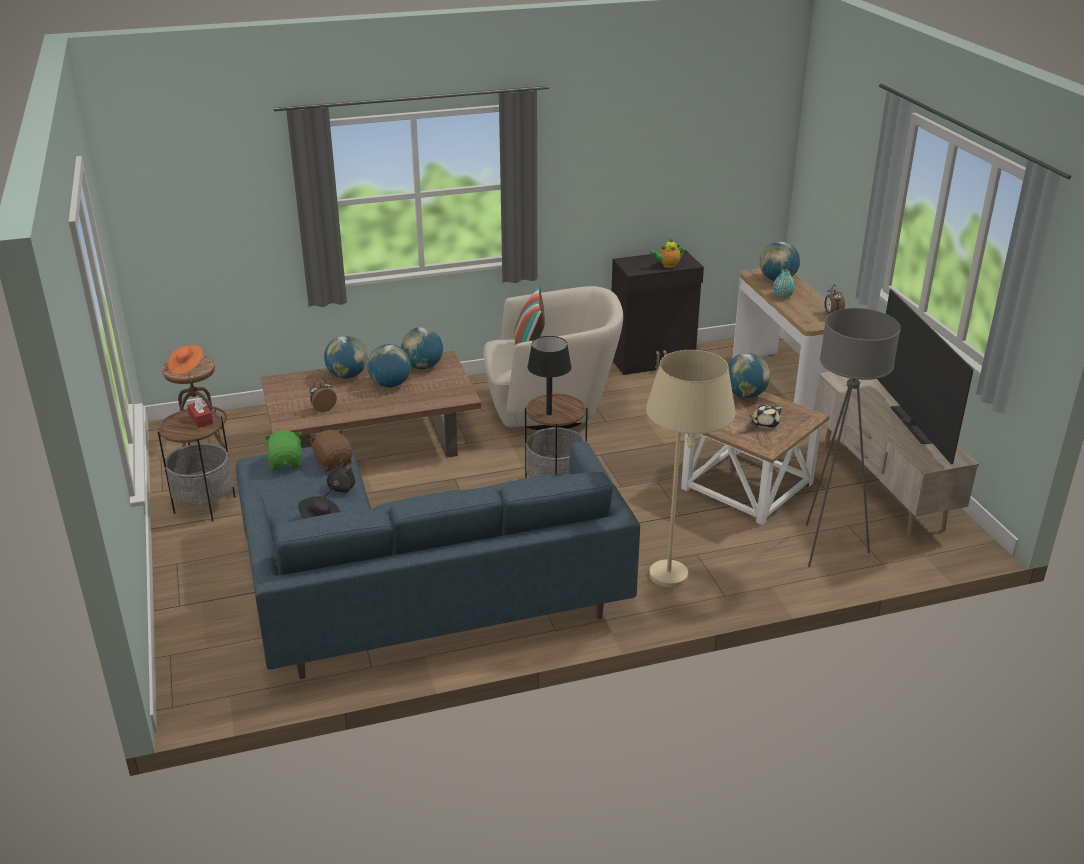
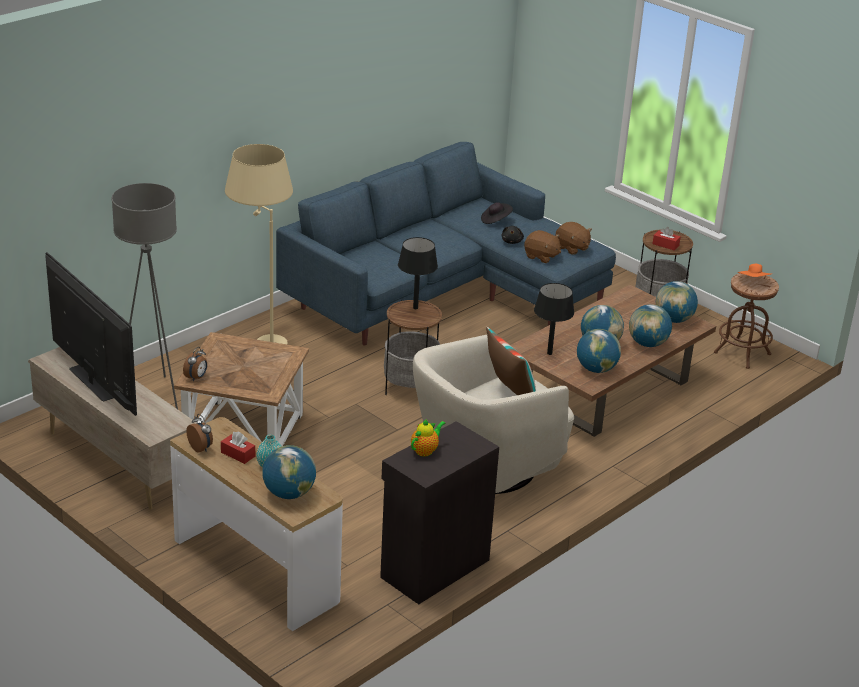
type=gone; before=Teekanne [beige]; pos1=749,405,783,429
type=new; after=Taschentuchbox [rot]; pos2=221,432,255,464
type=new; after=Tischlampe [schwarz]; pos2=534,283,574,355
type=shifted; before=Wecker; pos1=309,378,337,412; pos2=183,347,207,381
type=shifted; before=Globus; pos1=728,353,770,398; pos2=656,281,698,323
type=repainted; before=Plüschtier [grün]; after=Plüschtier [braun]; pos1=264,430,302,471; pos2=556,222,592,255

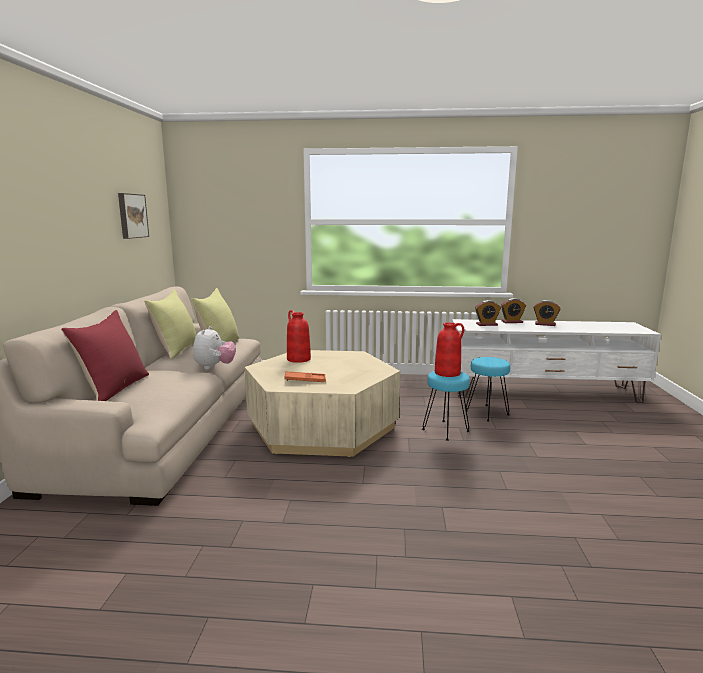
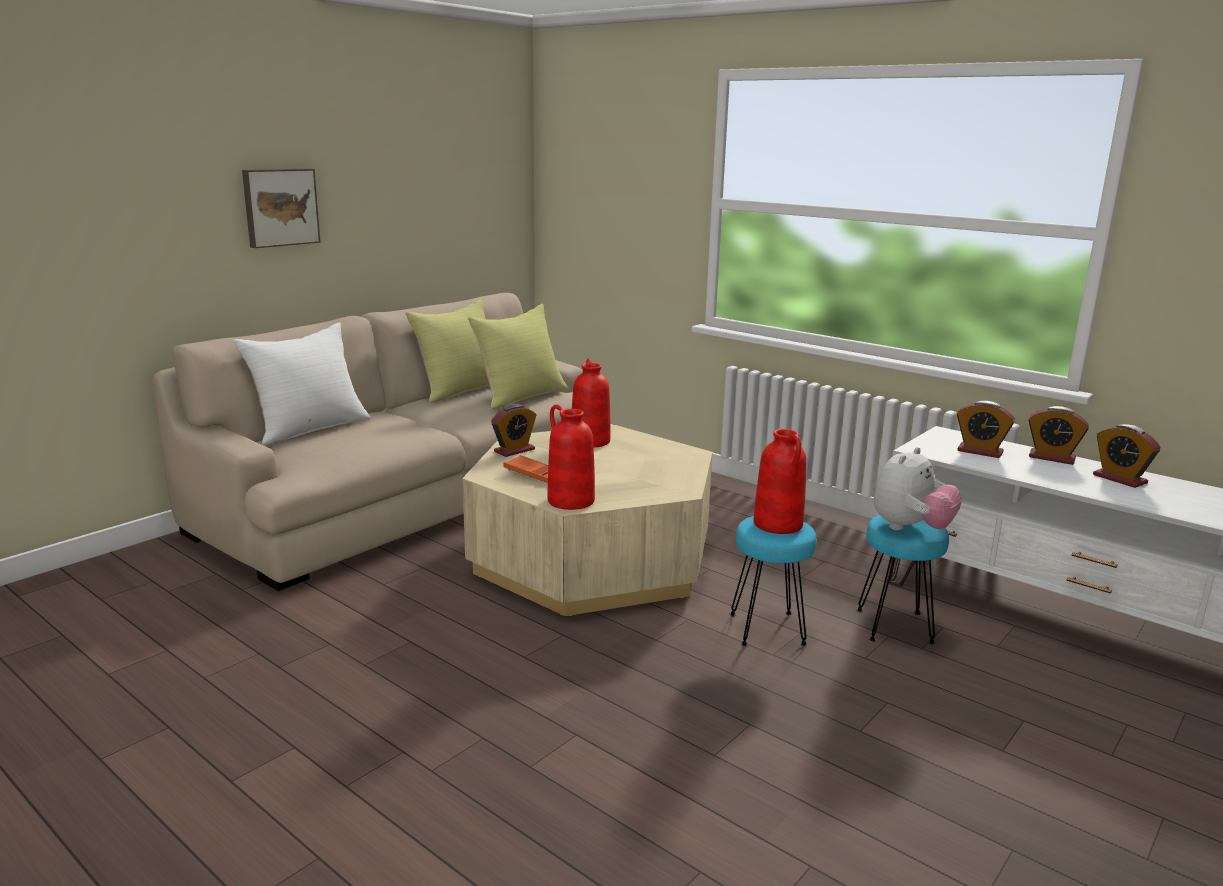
type=new; after=Wecker; pos2=491,404,536,457
type=new; after=Vase [rot]; pos2=548,404,595,510
type=shifted; before=Bild; pos1=118,193,149,239; pos2=242,169,321,248
type=shifted; before=Plüschtier; pos1=193,326,236,369; pos2=874,447,962,530
type=repainted; before=Kissen [rot]; after=Kissen [weiß]; pos1=61,310,149,401; pos2=234,322,371,445

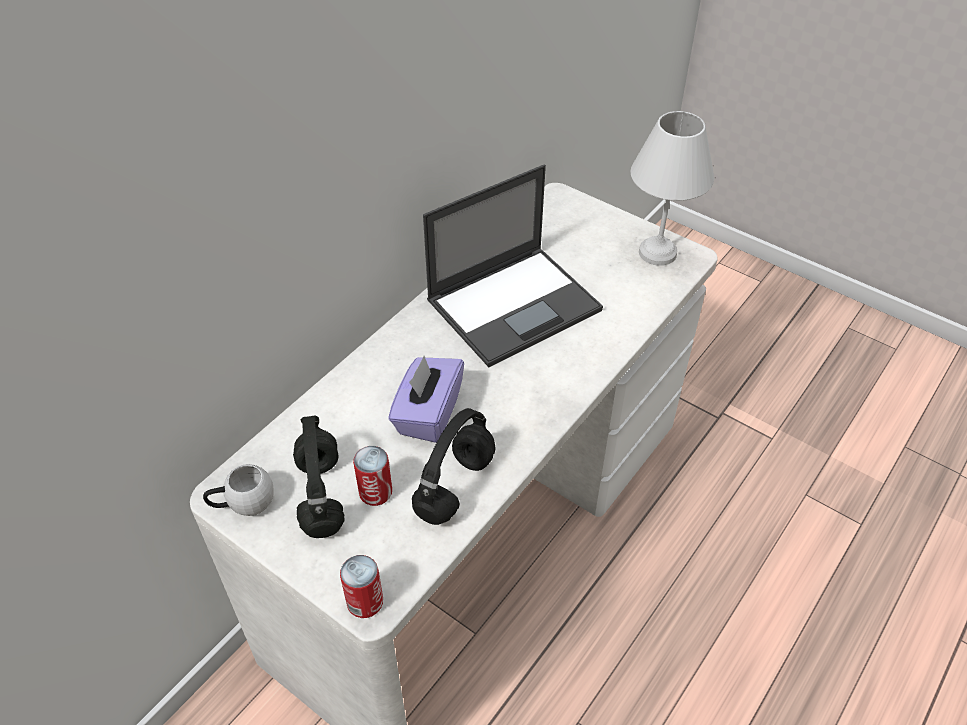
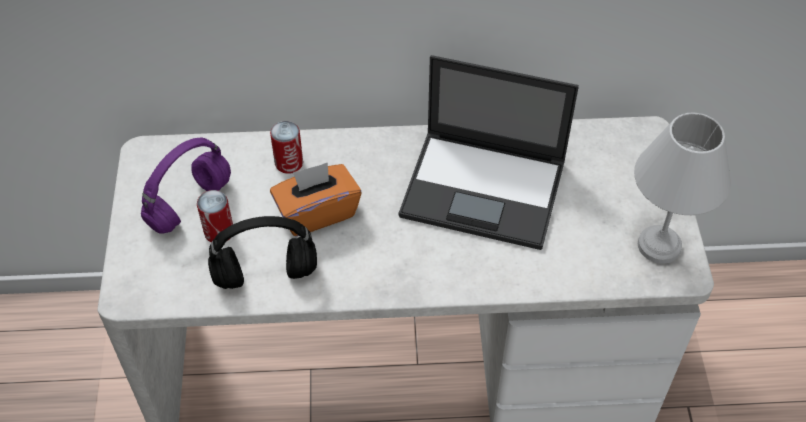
type=gone; before=Henkelbecher [weiß]; pos1=203,464,274,516
type=shifted; before=Dose; pos1=340,555,383,618; pos2=270,121,303,174
type=repainted; before=Kopfhörer [schwarz]; after=Kopfhörer [lila]; pos1=293,415,345,538; pos2=141,138,231,234
type=repainted; before=Taschentuchbox [lila]; after=Taschentuchbox [orange]; pos1=388,356,464,443; pos2=270,162,362,236

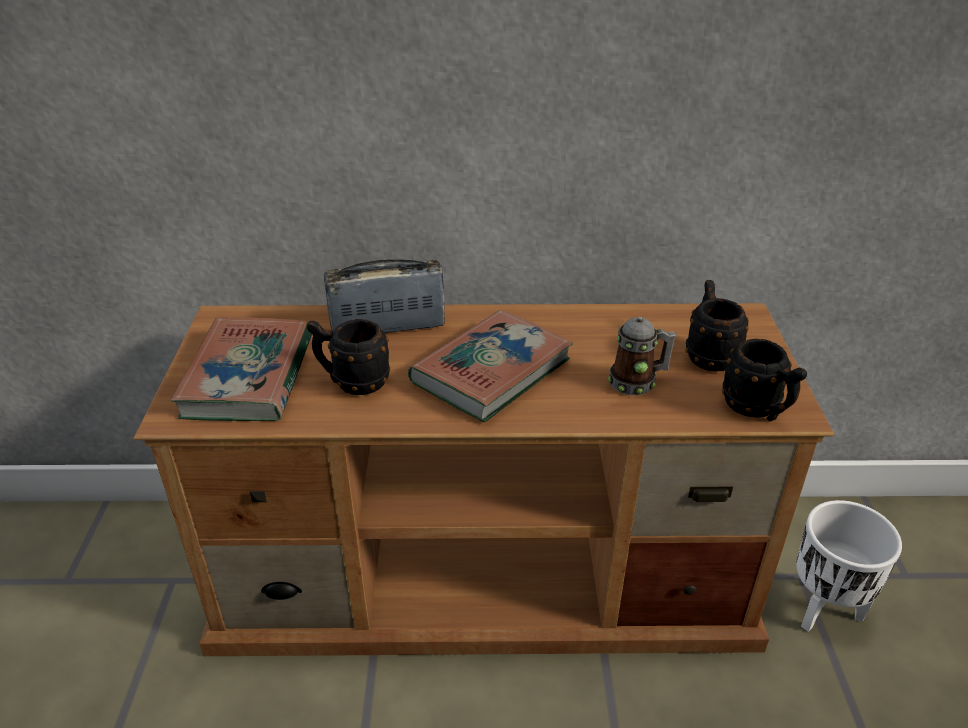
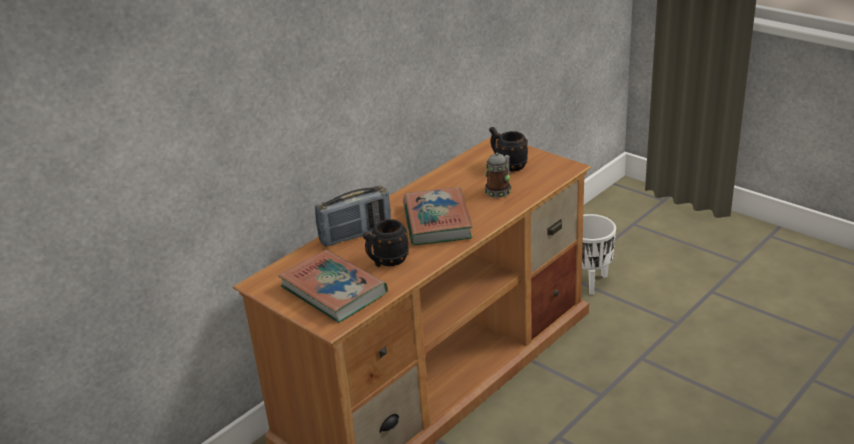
type=gone; before=Henkelbecher [schwarz]; pos1=722,339,807,422
type=rotated; before=Radio; pos1=324,259,445,333; pos2=315,186,391,247; turn=-150

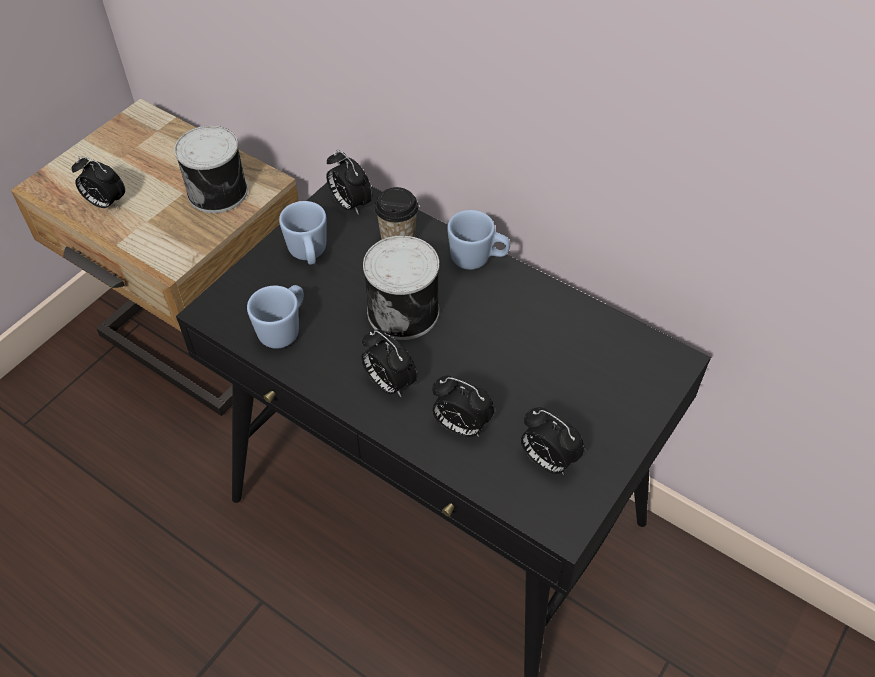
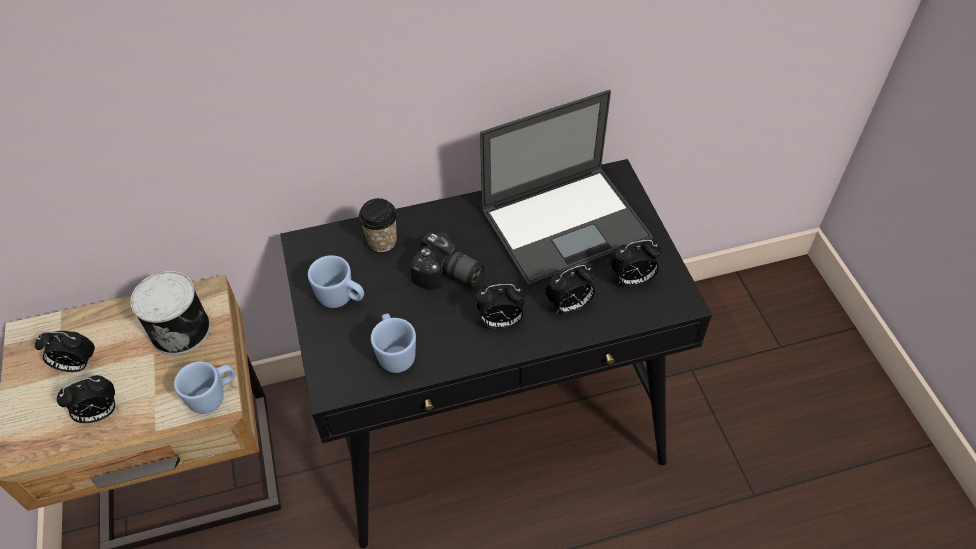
type=new; after=Laptop; pos2=480,90,653,288
type=shifted; before=Wecker; pos1=326,150,372,215; pos2=35,331,95,372
type=shifted; before=Henkelbecher [blau]; pos1=447,210,510,270; pos2=174,361,235,414
type=swapped; before=Dose; after=Kamera; pos1=363,236,439,340; pos2=410,232,484,290

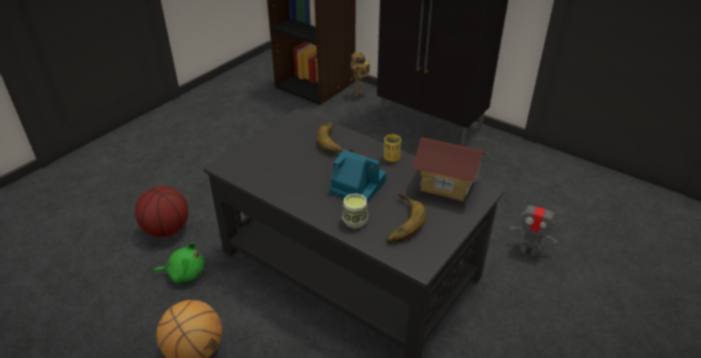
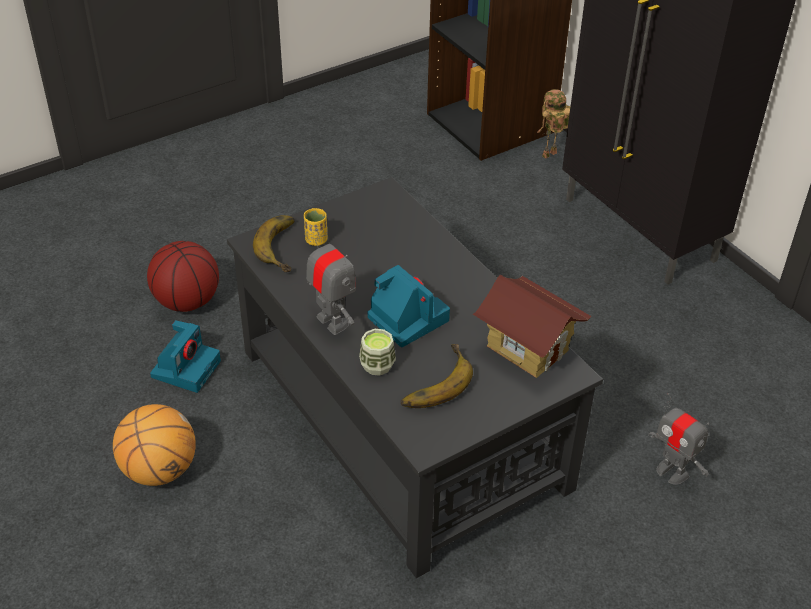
type=new; after=Spielzeugroboter; pos2=306,229,356,335
type=shifted; before=Banane; pos1=317,123,355,153; pos2=253,215,295,272
type=shifted; before=Tasse [gelb]; pos1=384,135,401,162; pos2=304,208,327,246
type=swapped; before=Plüschtier [grün]; after=Kamera; pos1=153,242,205,283; pos2=150,320,221,393

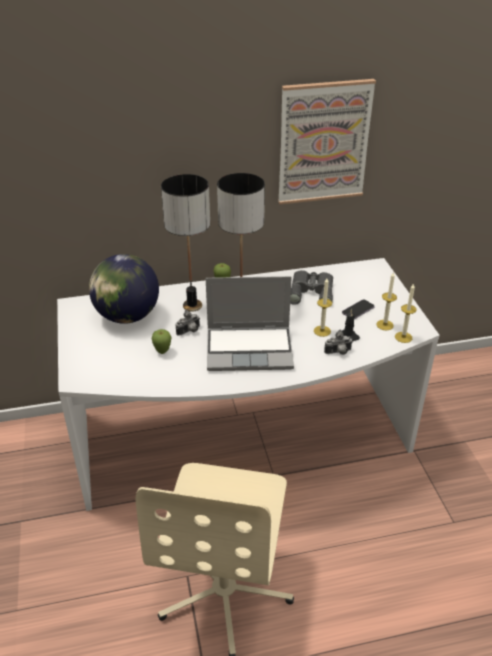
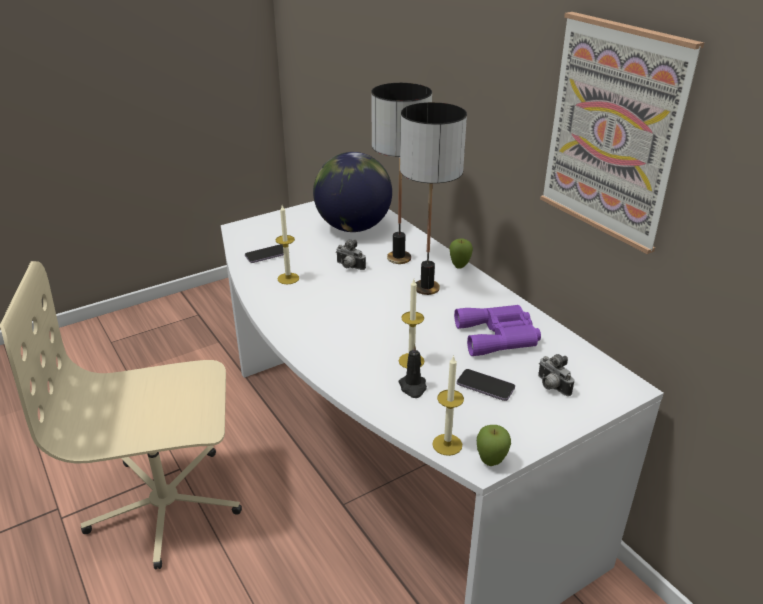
type=gone; before=Laptop; pos1=206,276,294,371
type=new; after=Handy; pos2=245,244,284,263
type=shifted; before=Apfel; pos1=151,329,171,354; pos2=477,425,511,466
type=shifted; before=Kamera; pos1=324,330,353,355; pos2=538,354,574,396
type=shifted; before=Kerze; pos1=377,272,397,330; pos2=276,205,299,284
type=repainted; before=Fernglas [grau]; after=Fernglas [lila]; pos1=290,270,333,305; pos2=454,305,541,356

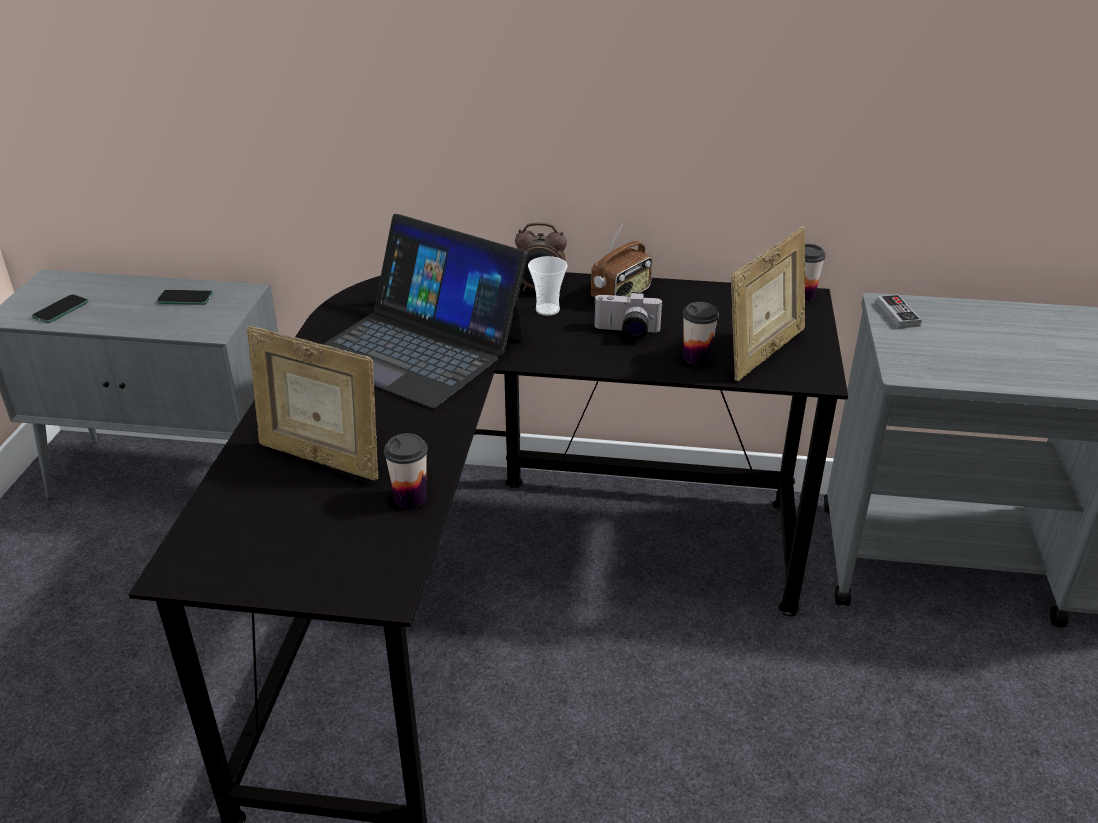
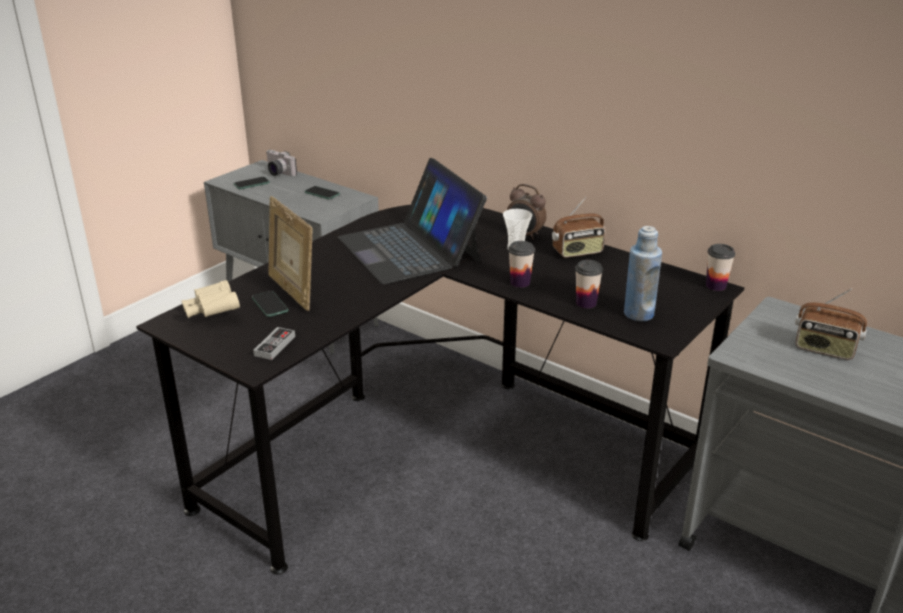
type=new; after=Fernglas [beige]; pos2=181,280,240,318
type=new; after=Handy; pos2=252,291,289,317
type=new; after=Radio; pos2=795,288,867,360
type=shifted; before=Tasse; pos1=384,433,428,508; pos2=508,241,535,288
type=shifted; before=Kamera; pos1=594,292,663,340; pos2=267,150,297,176
type=shifted; before=Gamepad; pos1=876,294,922,329; pos2=253,327,295,360
type=swapped; before=Bilderrahmen; after=Flasche [blau]; pos1=731,226,805,381; pos2=624,226,662,321

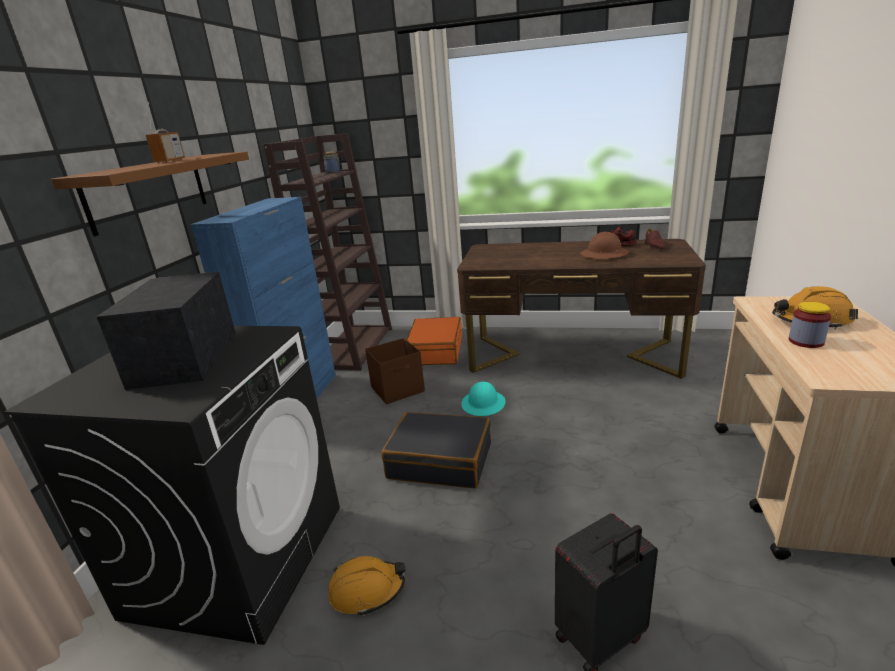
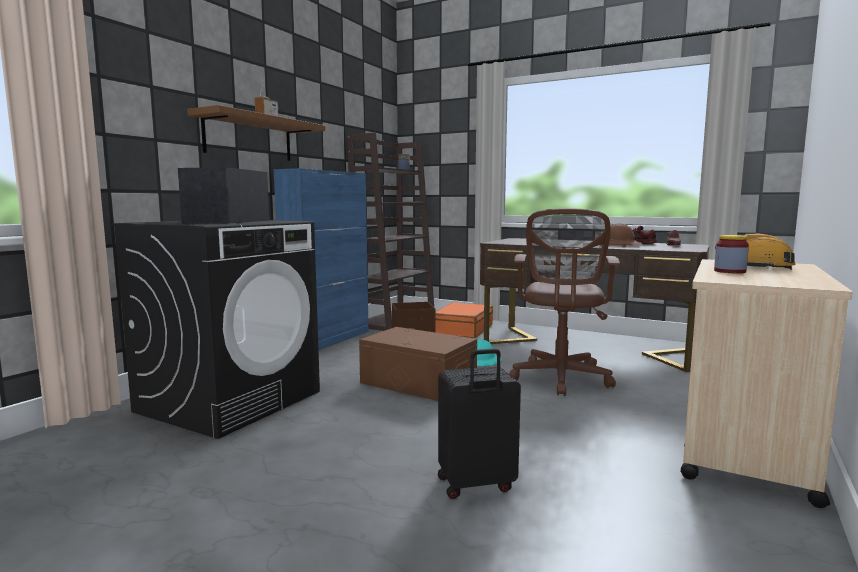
type=gone; before=Schutzhelm [orange]; pos1=328,556,405,616
type=new; after=Bürostuhl [braun]; pos2=509,208,620,396
type=swapped; before=Koffer [schwarz]; after=Aufbewahrungsbox [braun]; pos1=381,412,491,488; pos2=359,327,477,401

